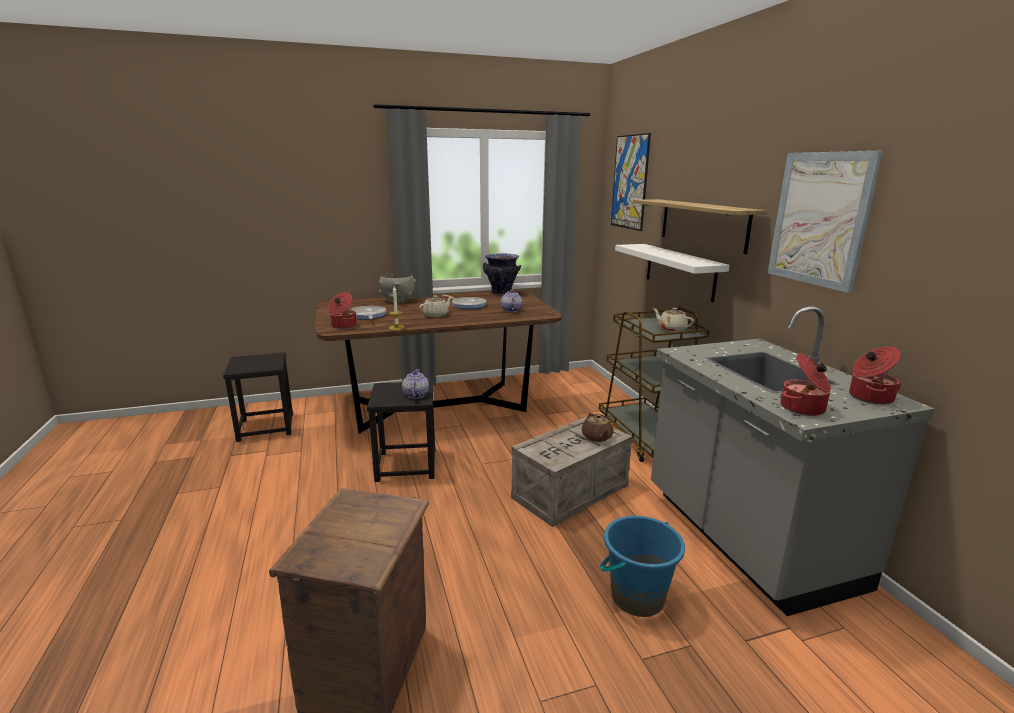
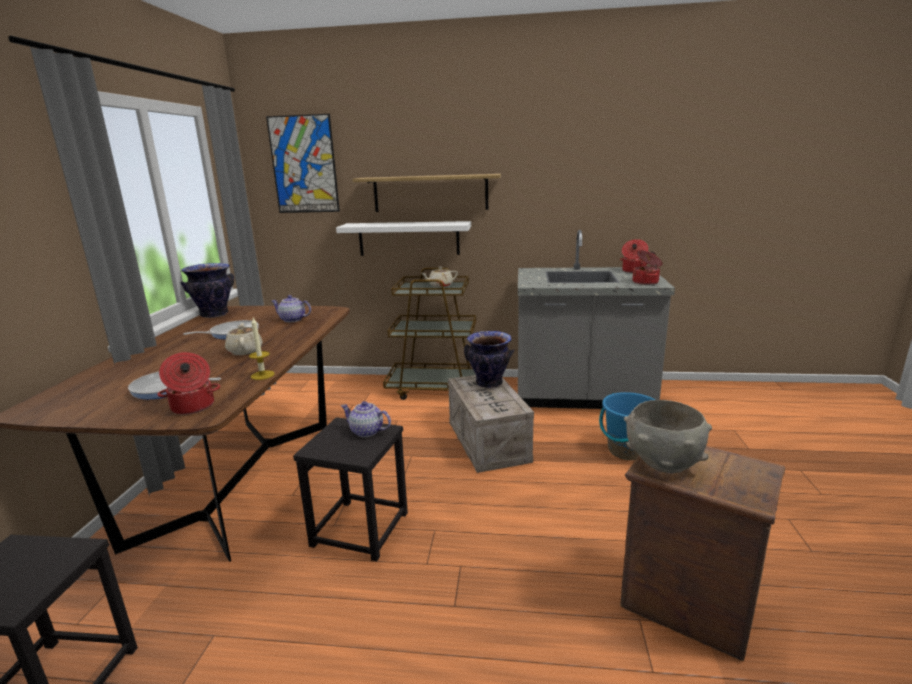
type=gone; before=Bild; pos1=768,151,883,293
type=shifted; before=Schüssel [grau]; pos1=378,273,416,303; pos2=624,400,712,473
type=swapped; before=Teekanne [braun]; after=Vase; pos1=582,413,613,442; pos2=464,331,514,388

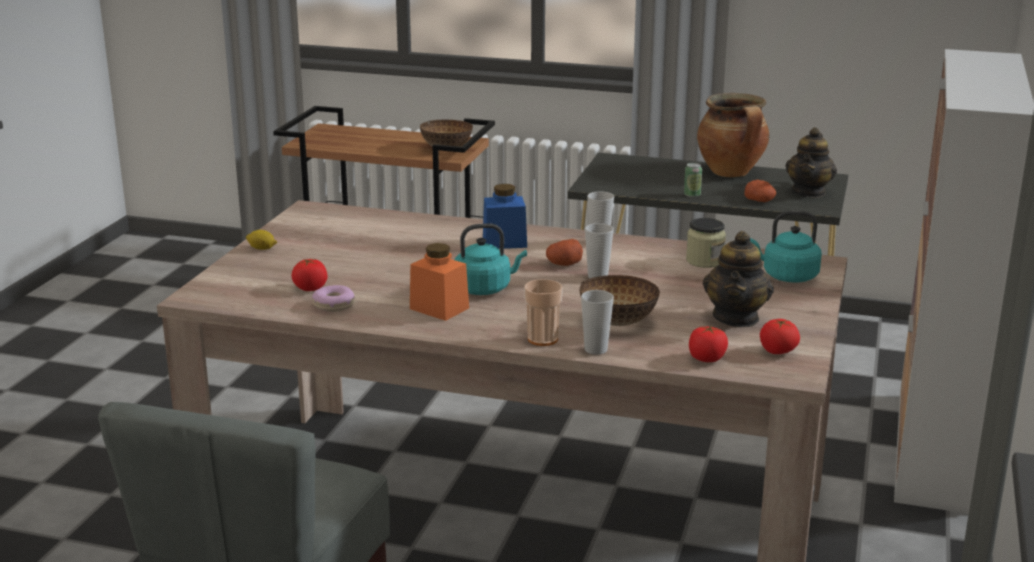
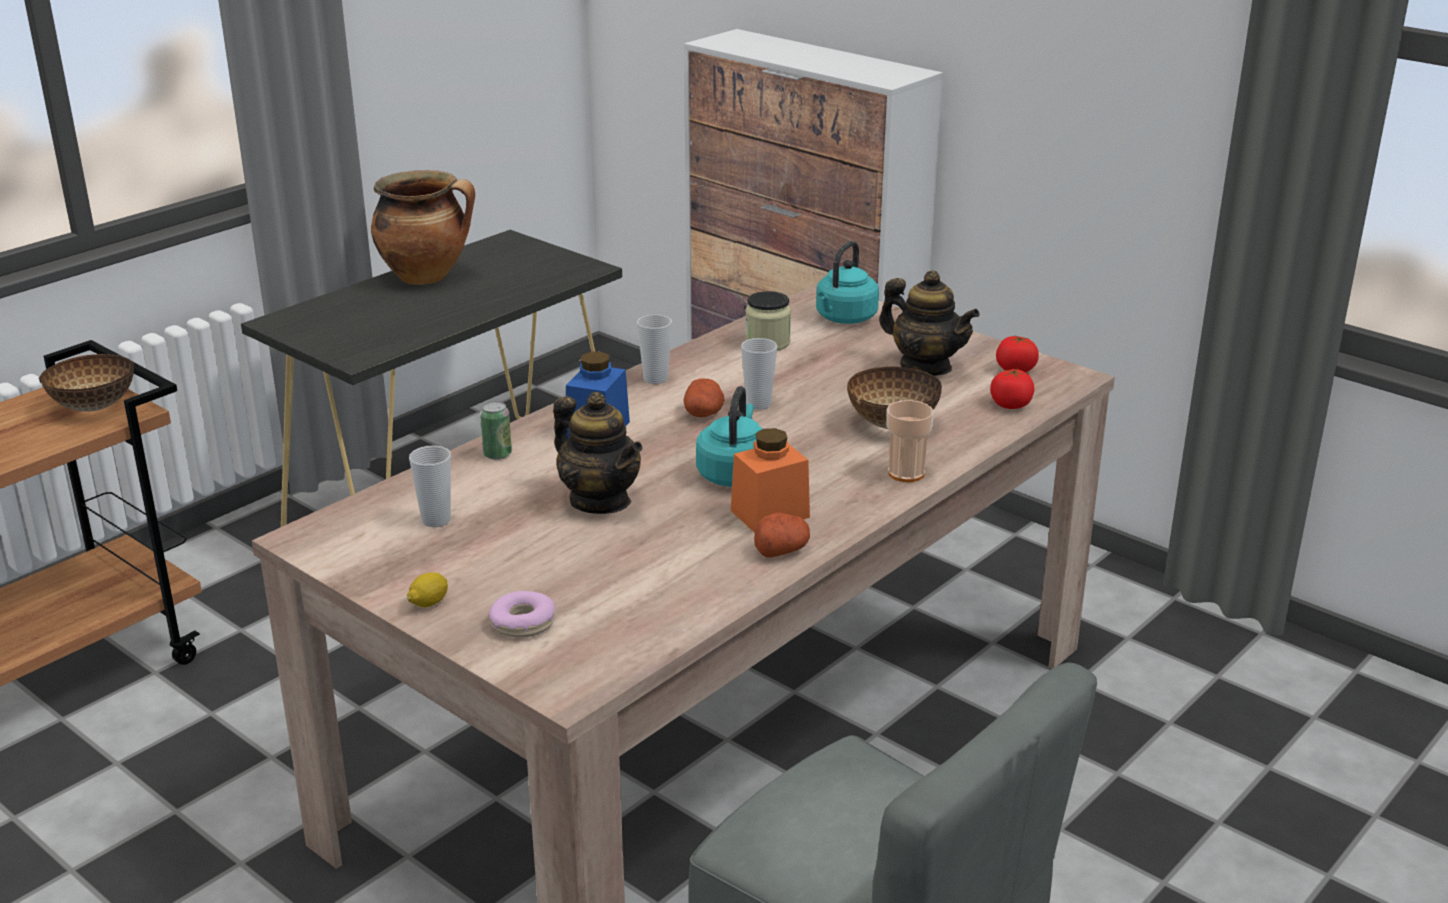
type=gone; before=Tomate; pos1=291,259,328,291
type=shifted; before=Donut; pos1=312,285,355,312; pos2=488,591,555,638
type=shifted; before=Tasse; pos1=581,290,614,355; pos2=409,445,451,527
type=shifted; before=Dose; pos1=684,163,702,198; pos2=480,401,512,460
type=shifted; before=Kartoffel; pos1=744,180,776,202; pos2=754,512,810,558
type=shifted; before=Teekanne; pos1=785,127,837,198; pos2=553,392,642,514

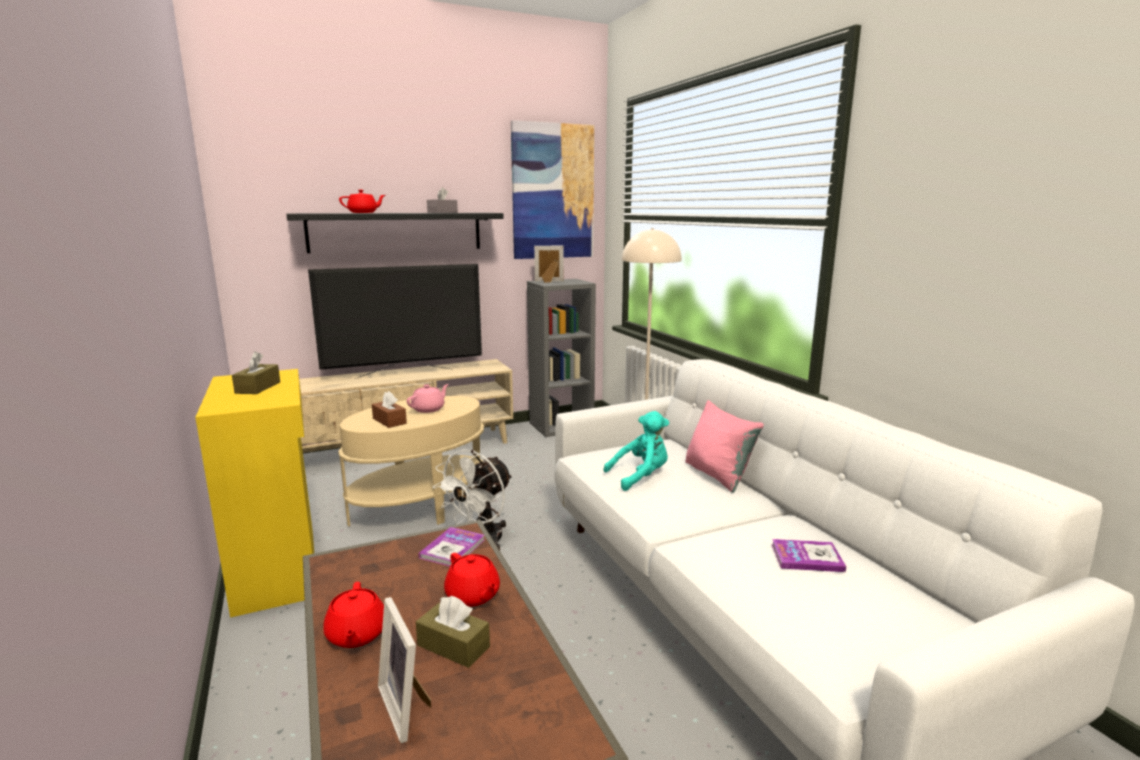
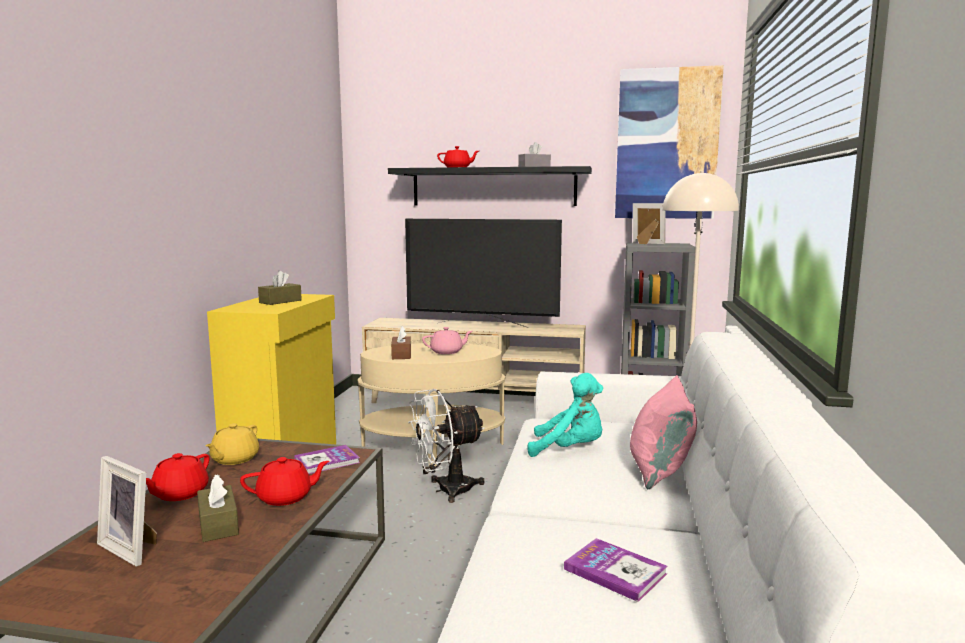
type=new; after=Teekanne [gelb]; pos2=205,423,259,465
type=rotated; before=Bilderrahmen; pos1=378,597,431,743; pos2=97,456,157,566; turn=-60
type=rotated; before=Teekanne [rot]; pos1=444,553,500,607; pos2=240,457,330,506; turn=-105

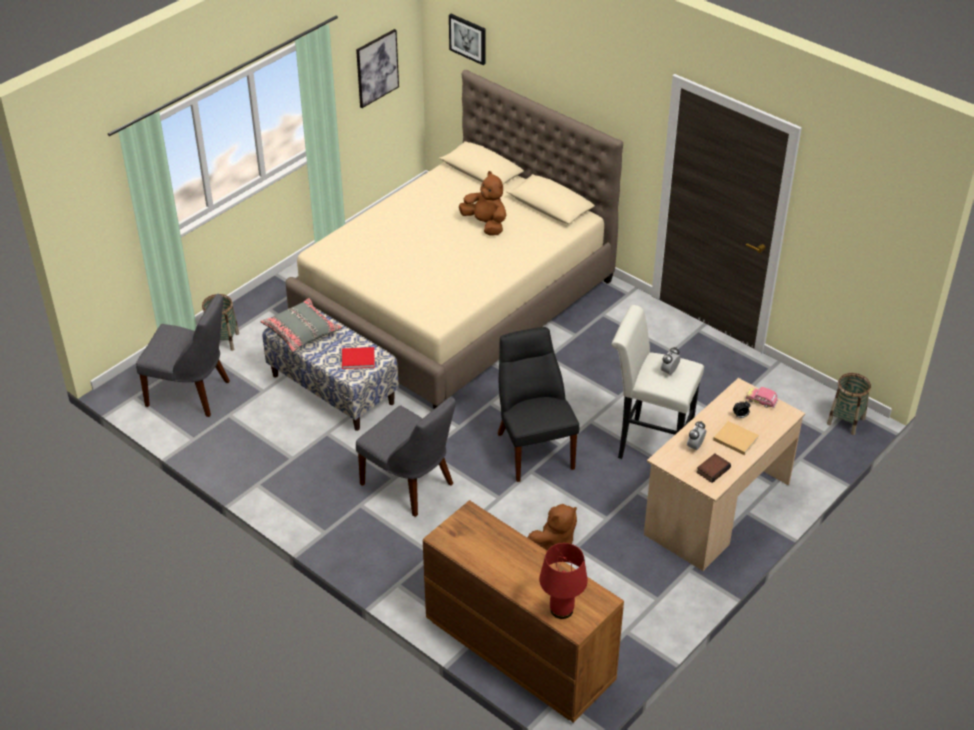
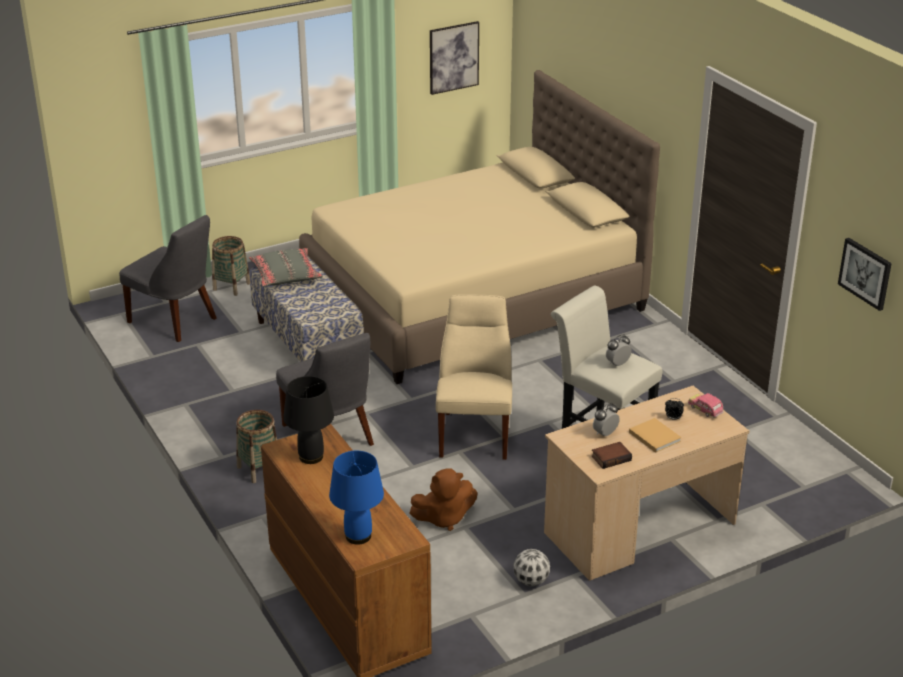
type=gone; before=Buch [rot]; pos1=342,347,375,369
type=gone; before=Plüschtier [braun]; pos1=459,171,506,236
type=new; after=Tischlampe [schwarz]; pos2=283,376,334,464
type=new; after=Fußball; pos2=513,549,550,586
type=shifted; before=Bild; pos1=449,14,485,65; pos2=838,238,892,311
type=shifted; before=Korb; pos1=827,373,871,435; pos2=236,410,277,483
type=repainted; before=Stuhl [schwarz]; after=Stuhl [beige]; pos1=498,327,579,482; pos2=436,294,512,460
type=repainted; before=Tischlampe [rot]; after=Tischlampe [blau]; pos1=539,543,588,619; pos2=329,451,384,545

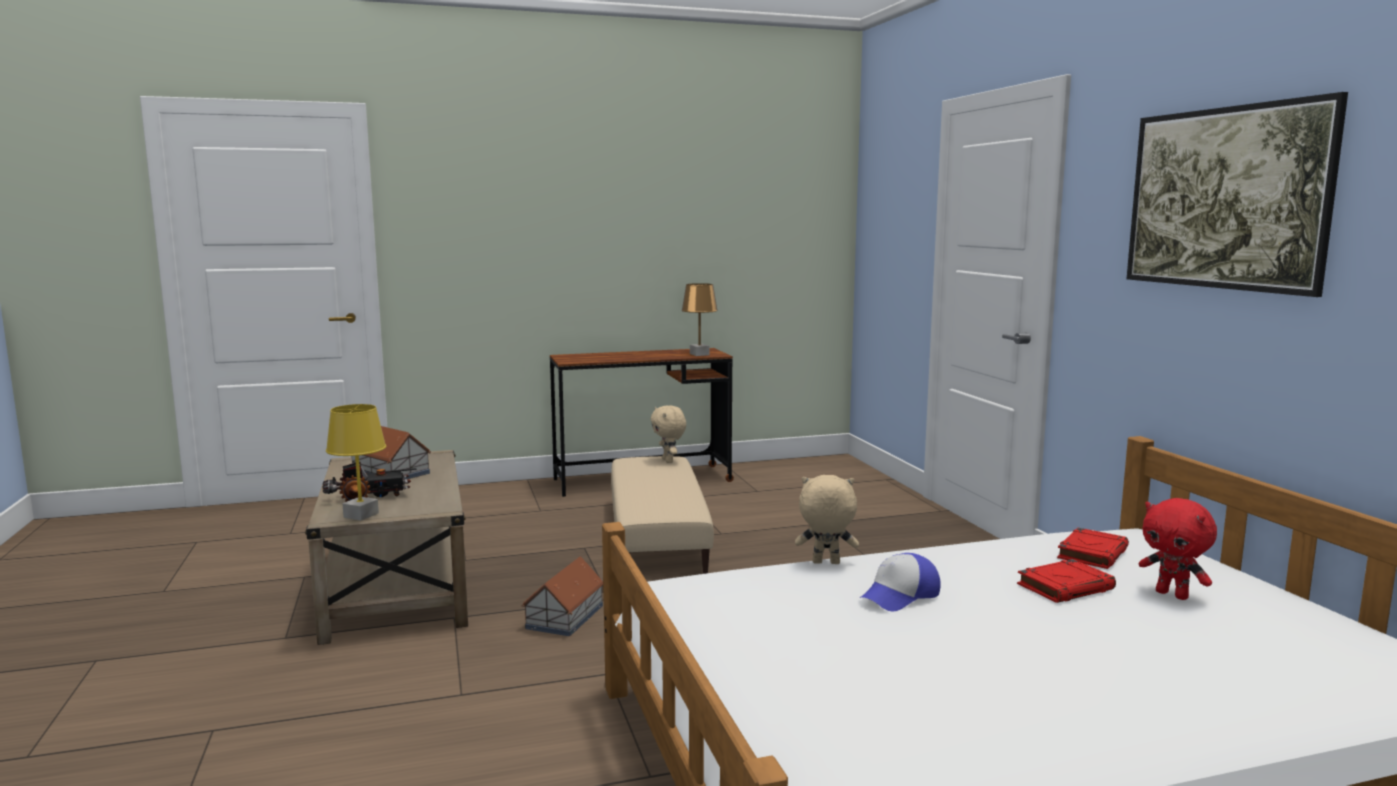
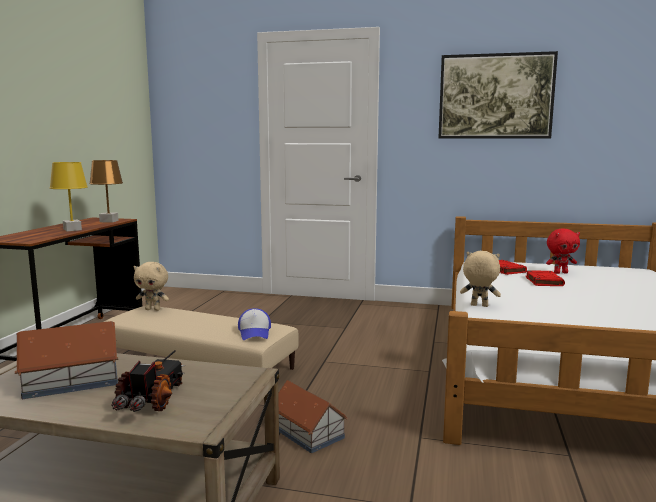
type=shifted; before=Tischlampe [gelb]; pos1=326,404,386,521; pos2=50,162,88,232
type=shifted; before=Kappe; pos1=860,553,941,611; pos2=238,308,271,340
type=rotated; before=Plüschtier [beige]; pos1=795,475,859,564; pos2=460,251,501,307; turn=75

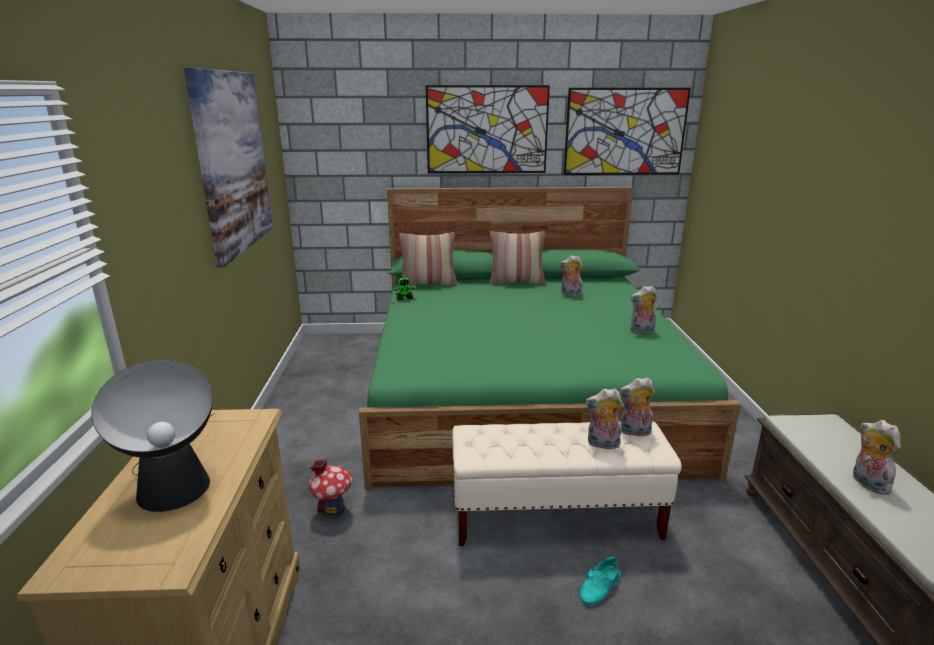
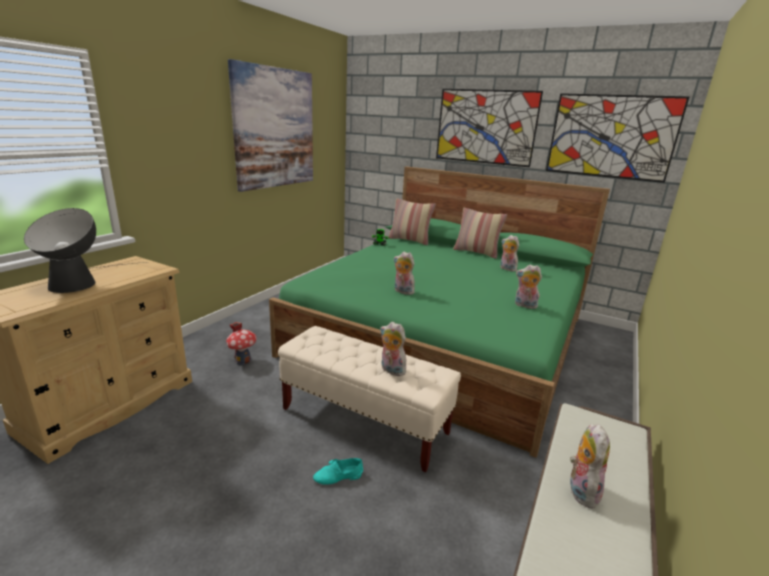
type=shifted; before=Plüschtier; pos1=619,377,655,436; pos2=393,251,417,295

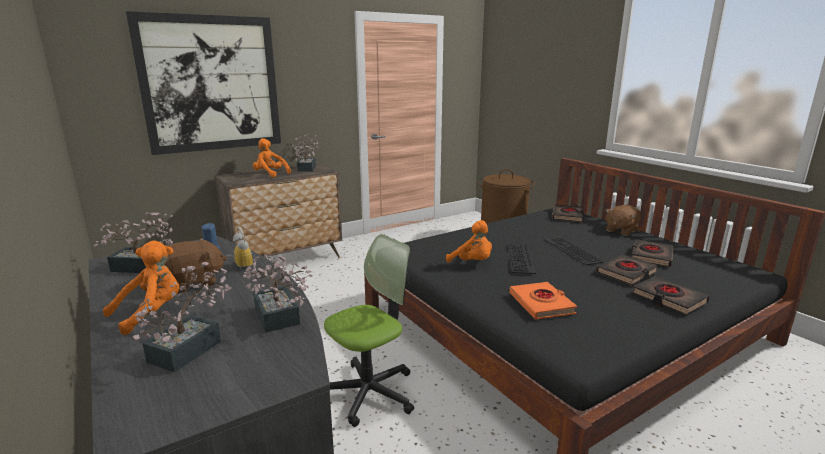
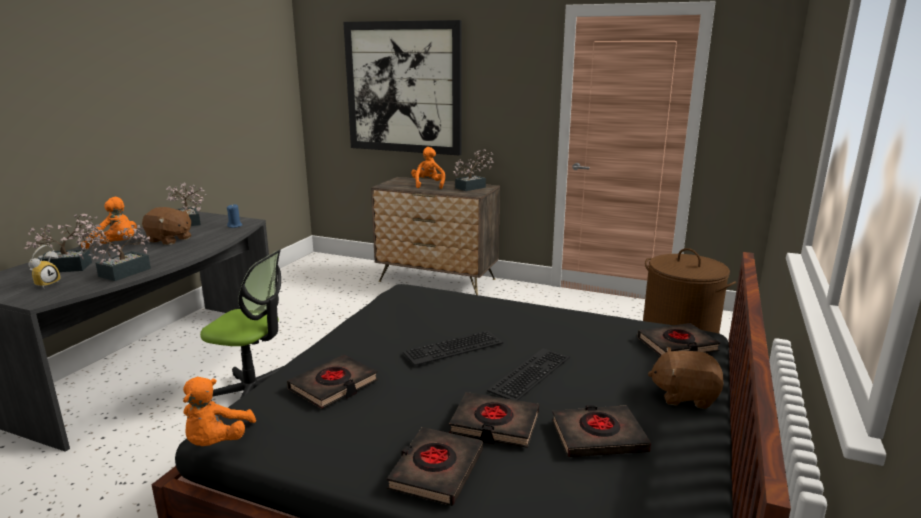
type=shifted; before=Wecker; pos1=227,227,253,268; pos2=28,245,61,289
type=shifted; before=Plüschtier [orange]; pos1=446,220,492,262; pos2=183,377,256,446
type=repainted; before=Buch [orange]; after=Buch [schwarz]; pos1=509,282,577,320; pos2=287,355,378,409

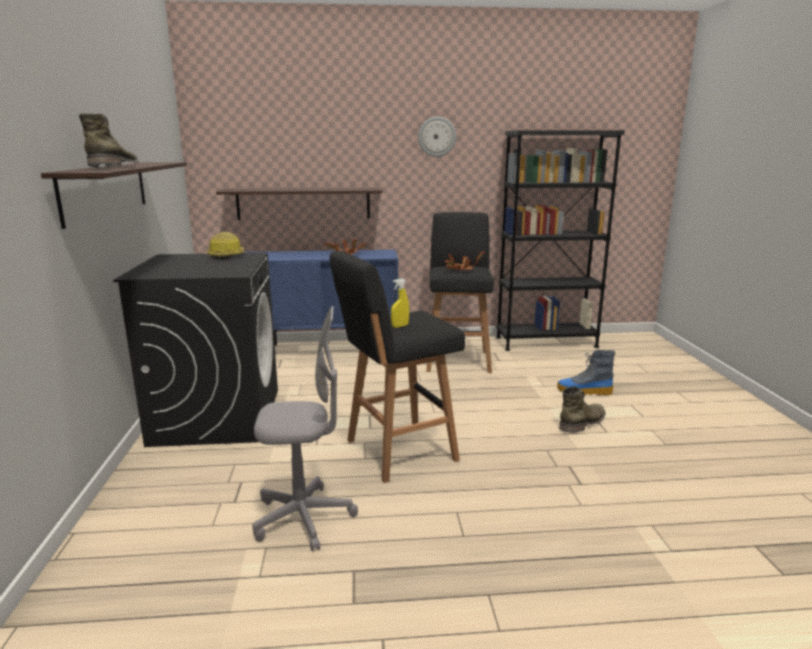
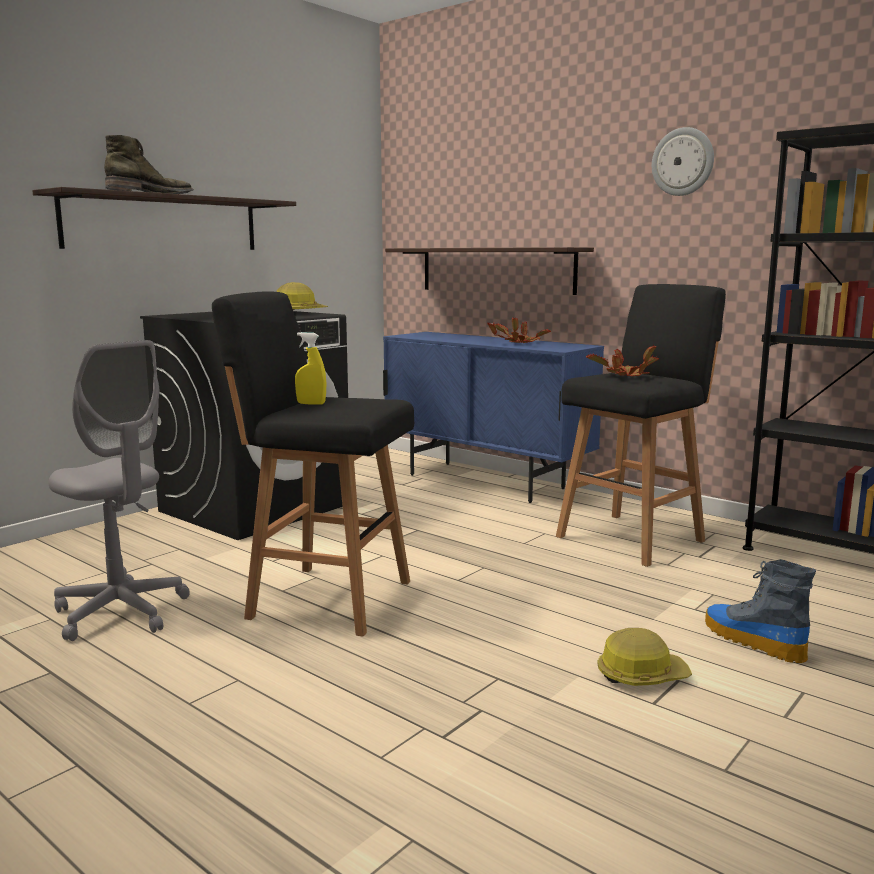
type=swapped; before=Stiefel [grün]; after=Schutzhelm; pos1=559,386,605,433; pos2=597,628,692,686

